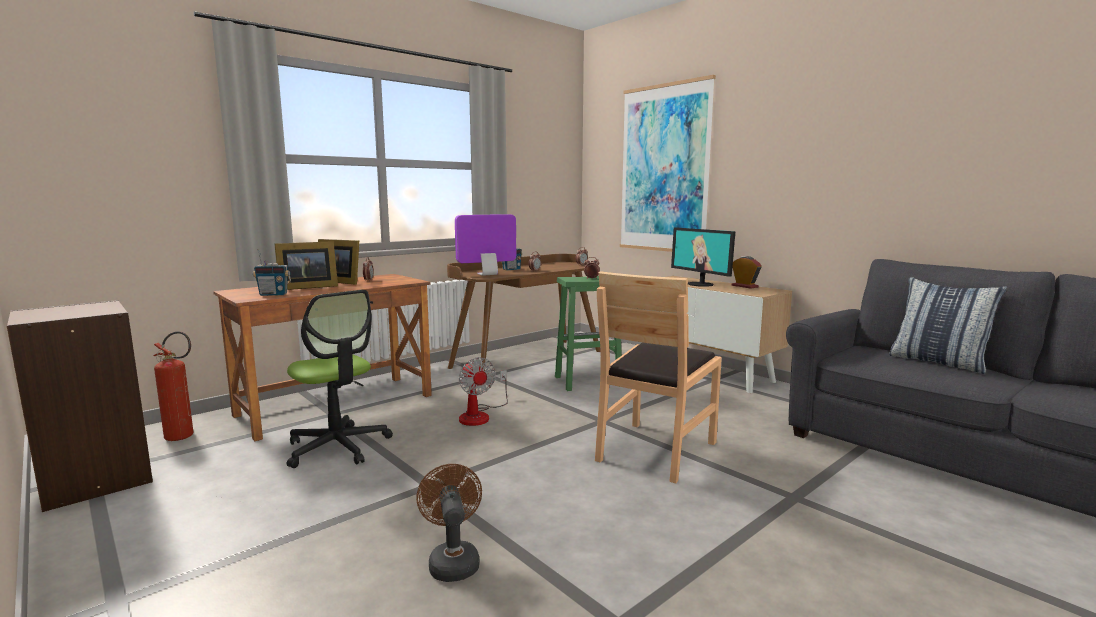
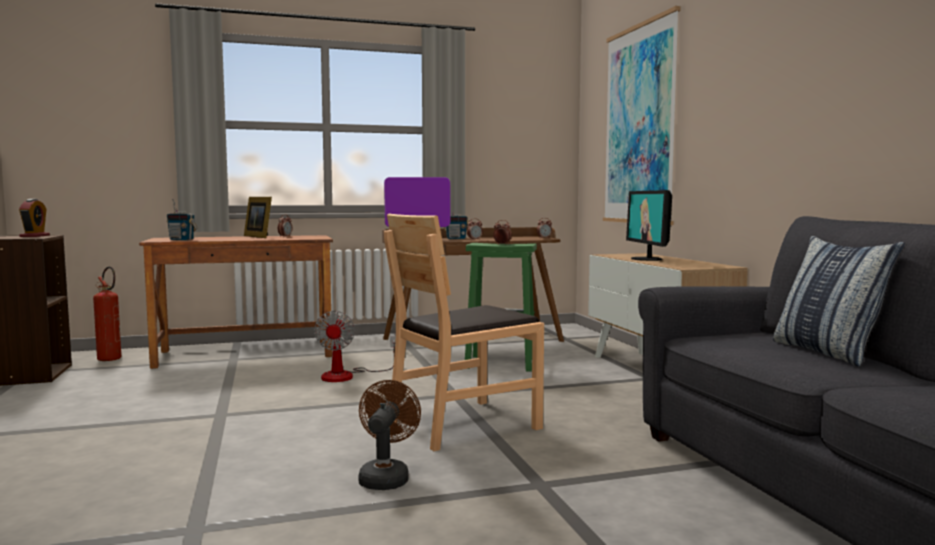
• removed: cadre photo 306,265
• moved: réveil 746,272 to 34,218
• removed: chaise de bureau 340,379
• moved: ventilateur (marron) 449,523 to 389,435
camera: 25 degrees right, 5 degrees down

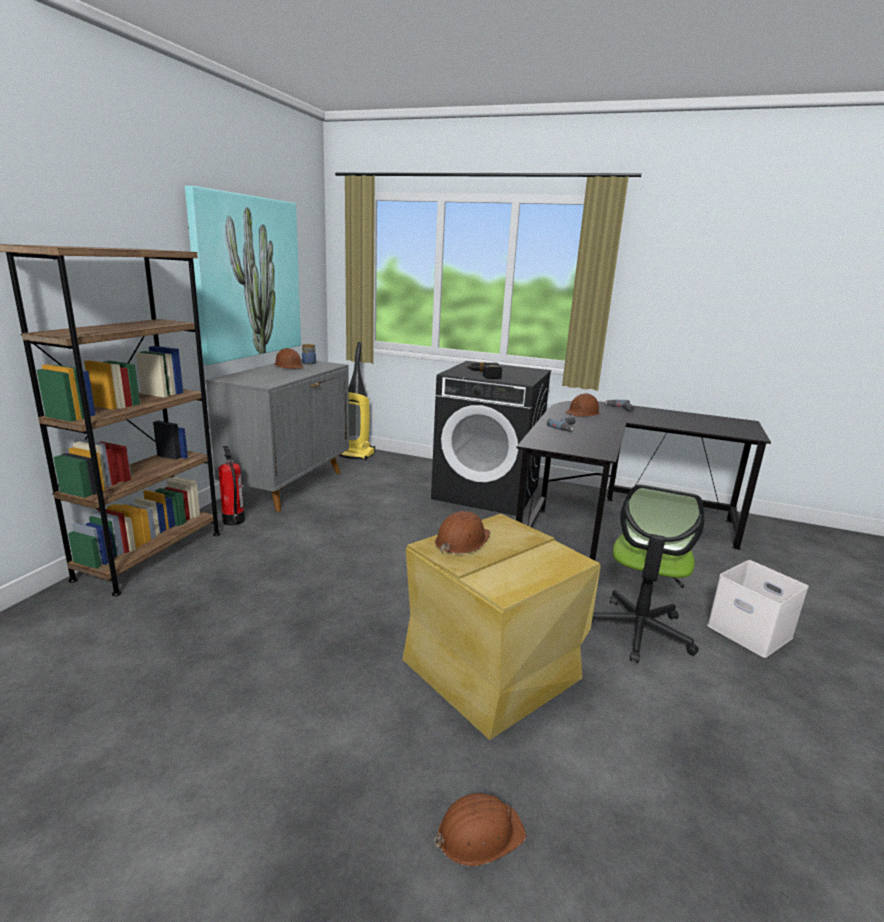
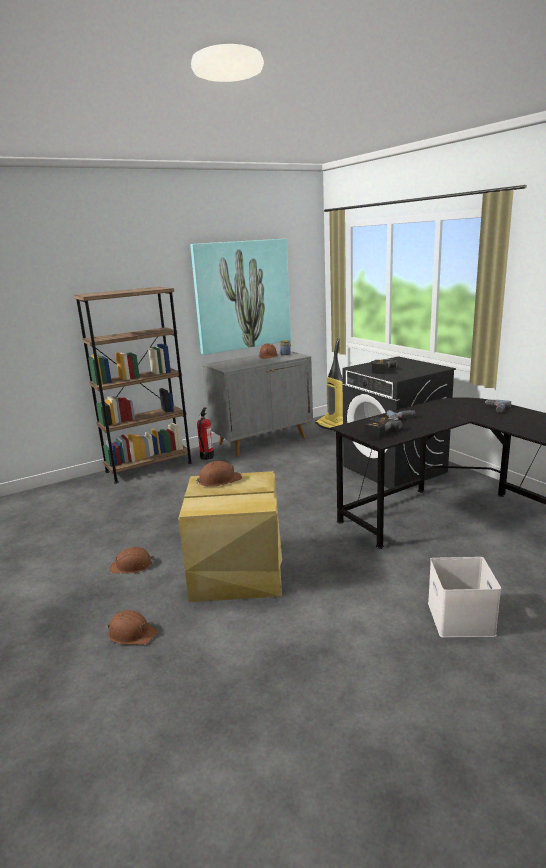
• moved: casque de chantier (marron) 582,405 to 132,560
• removed: chaise de bureau 648,573
• added: perceuse 383,427
camera: 40 degrees right, 0 degrees up

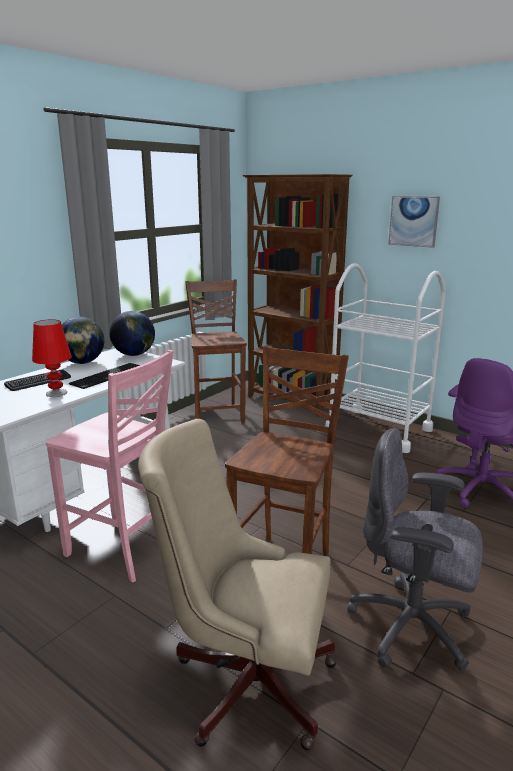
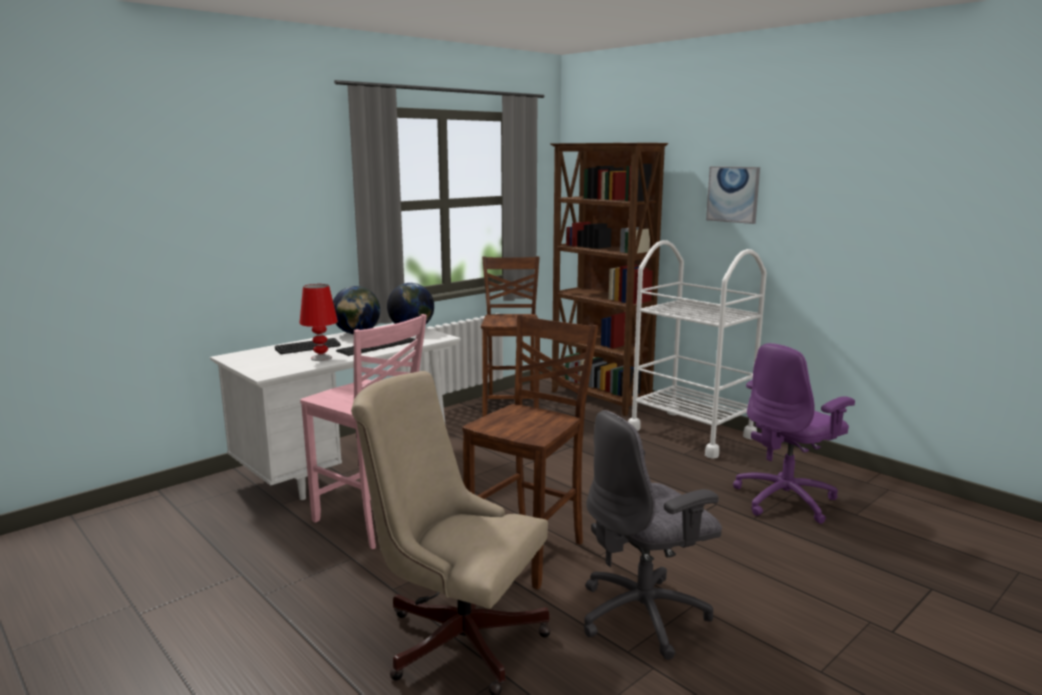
• turned: chaise de bureau (gris) 415,549 = 653,535 60 degrees counterclockwise
camera: 10 degrees right, 5 degrees down

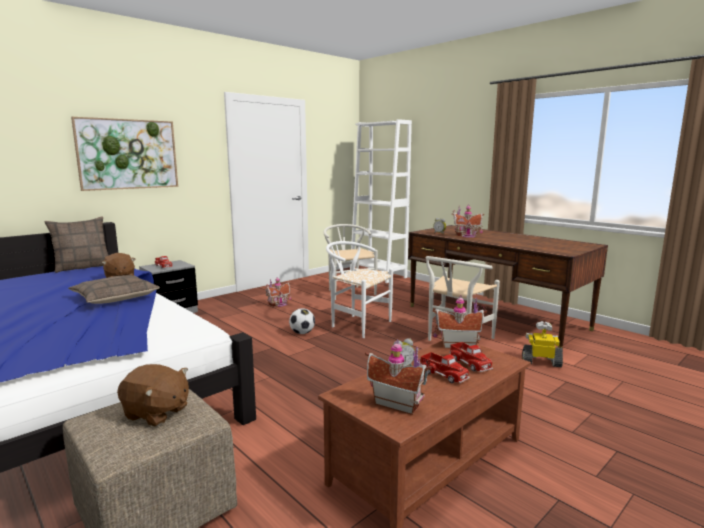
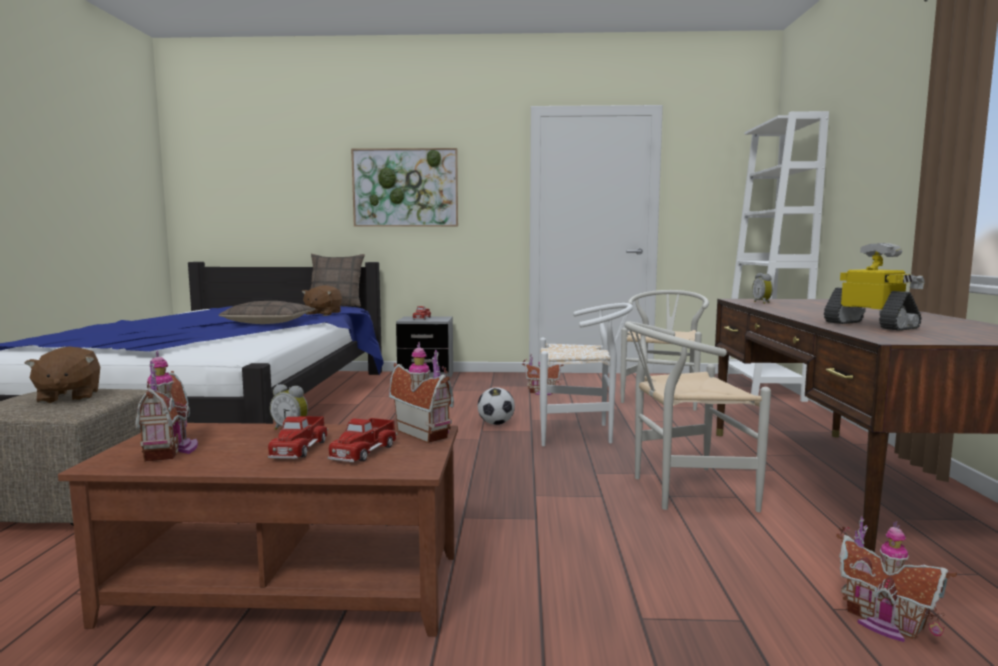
• moved: maison miniature 468,220 to 896,579
• turned: chaise (blanc) 359,289 = 586,374 105 degrees clockwise
• moved: robot jouet 542,344 to 874,287
camera: 45 degrees right, 5 degrees down

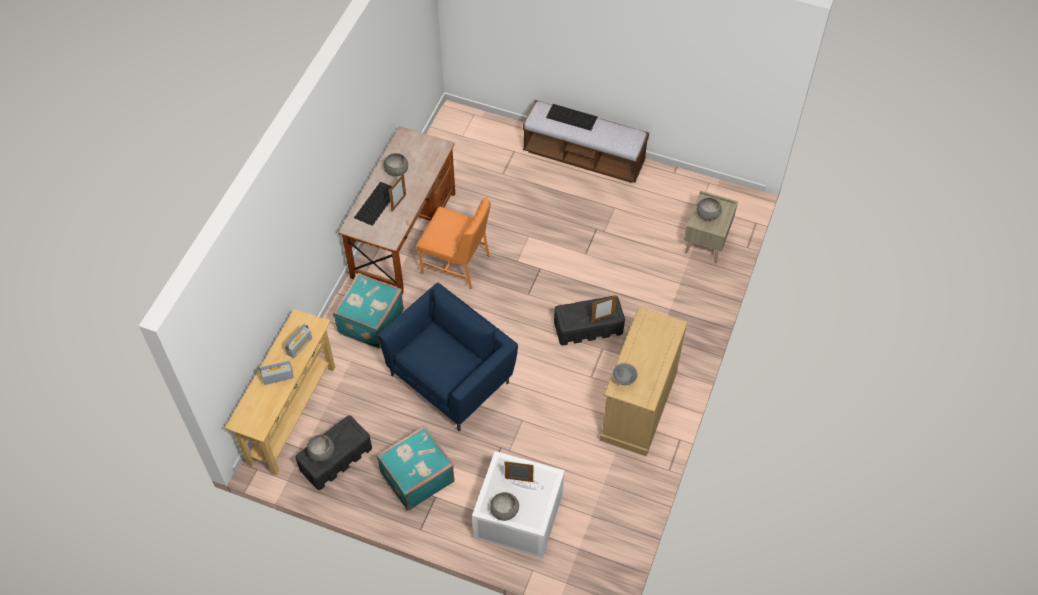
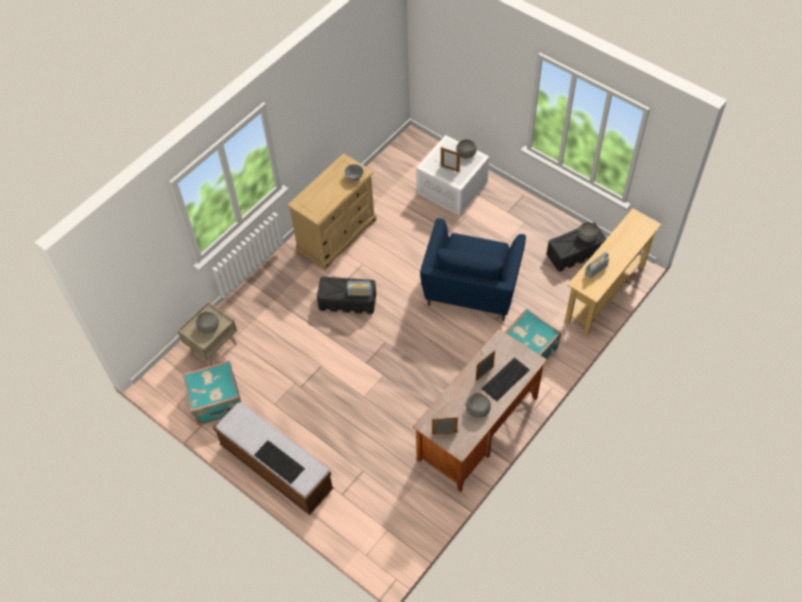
• removed: chaise (orange) 453,243
• turned: fauteuil (bleu) 448,357 = 473,269 45 degrees counterclockwise
• moved: cadre photo 604,308 to 445,426
• moved: radio 277,373 to 359,288
• moved: valise (turquoise) 415,467 to 212,393
camera: 160 degrees left, 0 degrees up

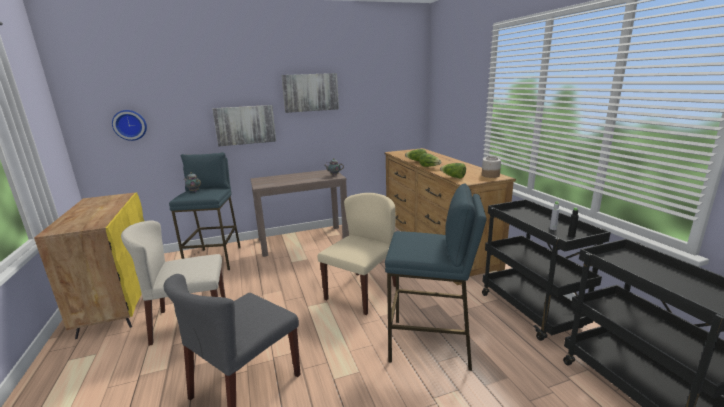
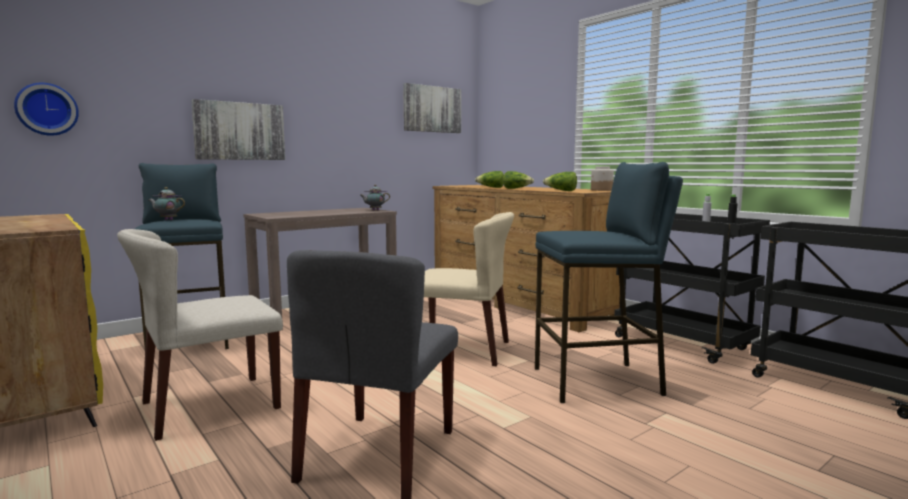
• moved: tableau 310,93 to 432,108
• turned: chaise (beige) 357,254 = 469,289 90 degrees clockwise
camera: 20 degrees left, 10 degrees down

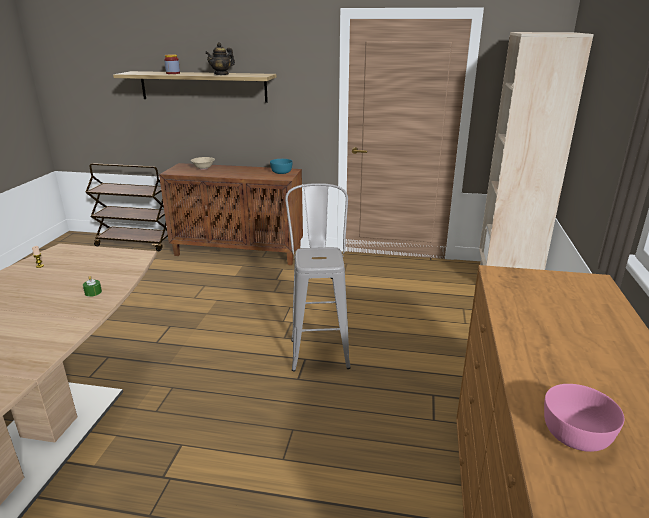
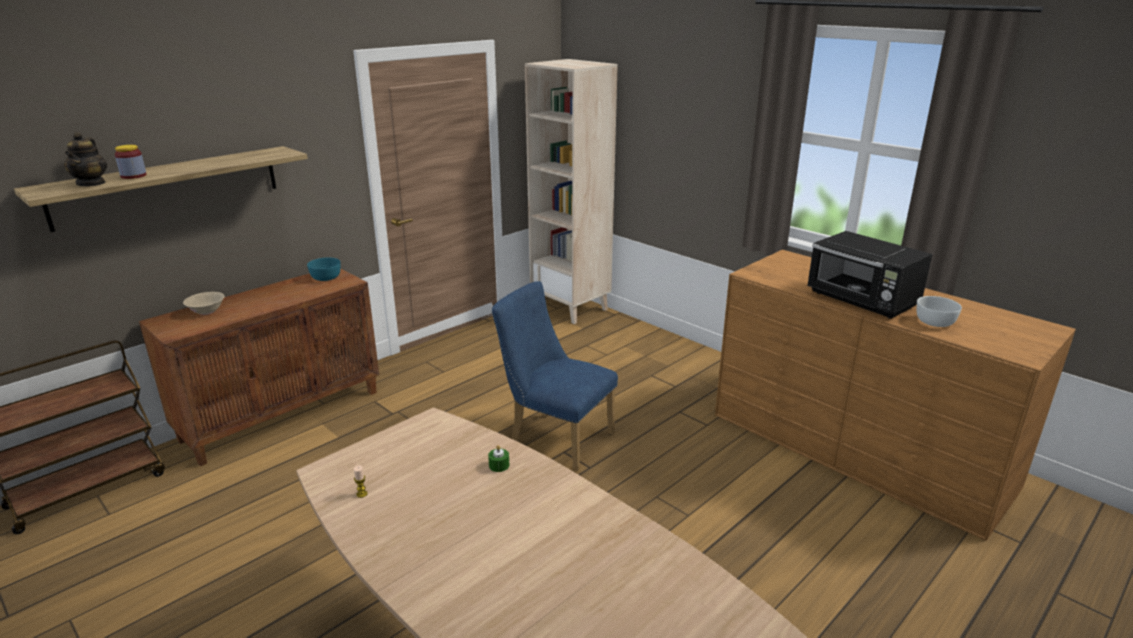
• moved: théière 220,58 to 85,159
• replaced: tabouret (gris) 318,277 to chaise (bleu) 554,376
• recoloured: bol (rose) 584,418 to bol (blanc) 939,311
• added: micro-ondes (noir) 870,275
camera: 55 degrees left, 0 degrees up

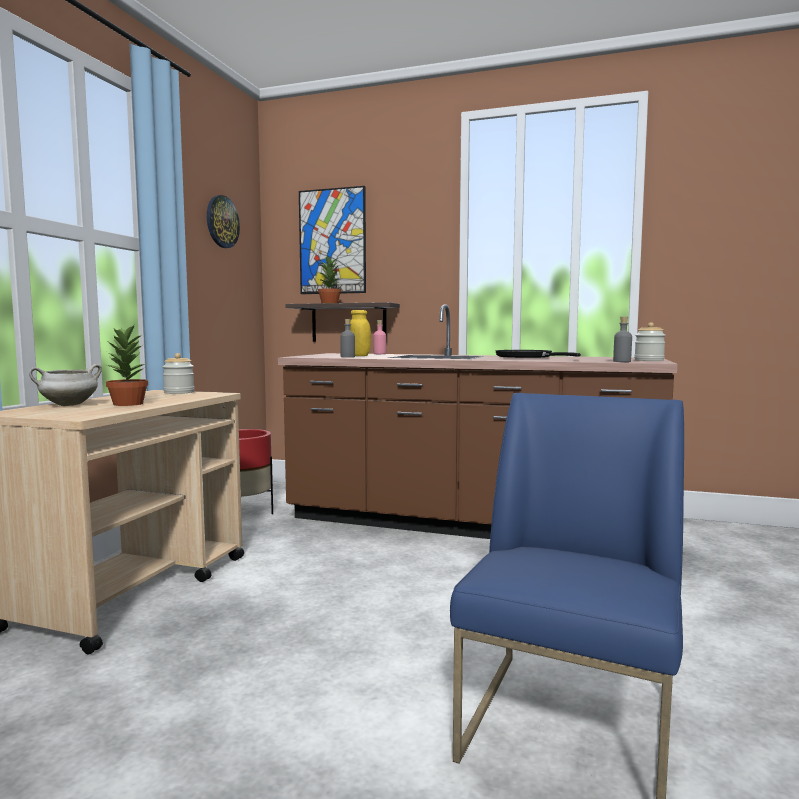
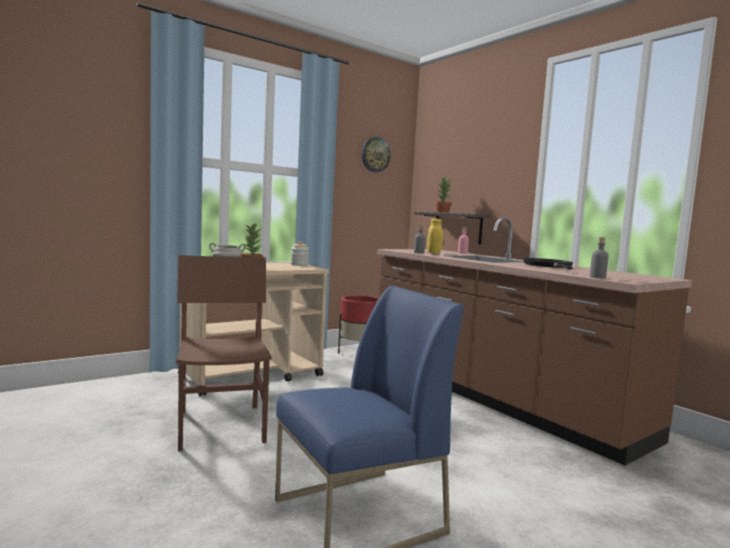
• removed: tableau 332,240
• removed: bocal 650,341
• added: chaise (marron) 224,353
camera: 35 degrees right, 0 degrees up

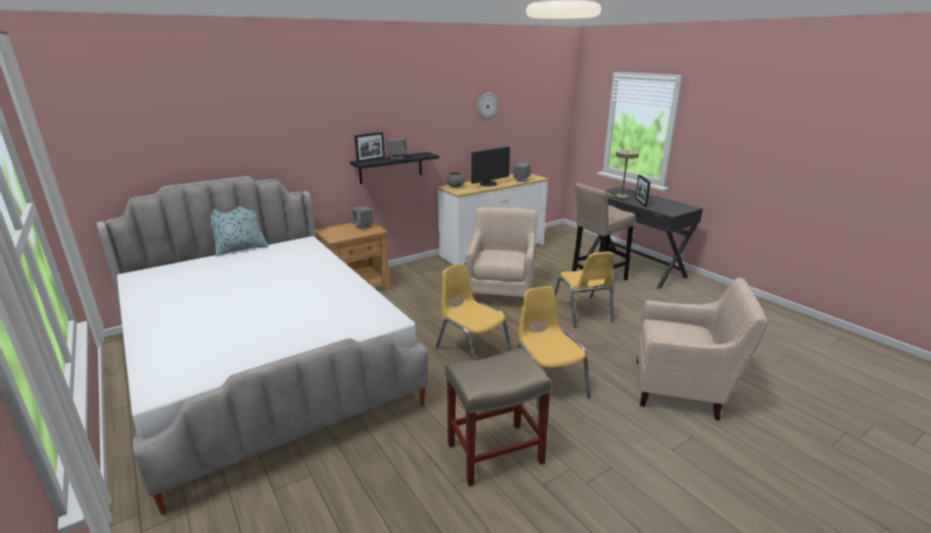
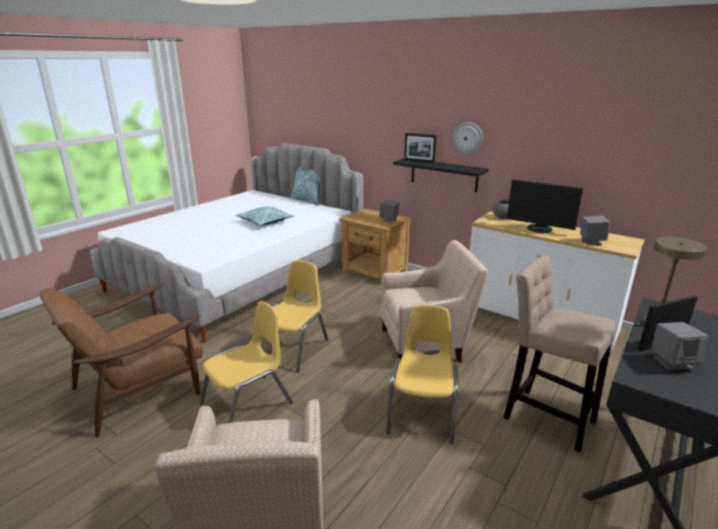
• moved: horloge murale 487,106 to 468,138
• moved: enceinte (gris) 397,148 to 680,346
• turned: chaise (jaune) 584,289 = 422,374 135 degrees clockwise
• replaced: tabouret (beige) 498,417 to fauteuil (marron) 121,359
• added: coussin 265,216
camera: 70 degrees right, 0 degrees up

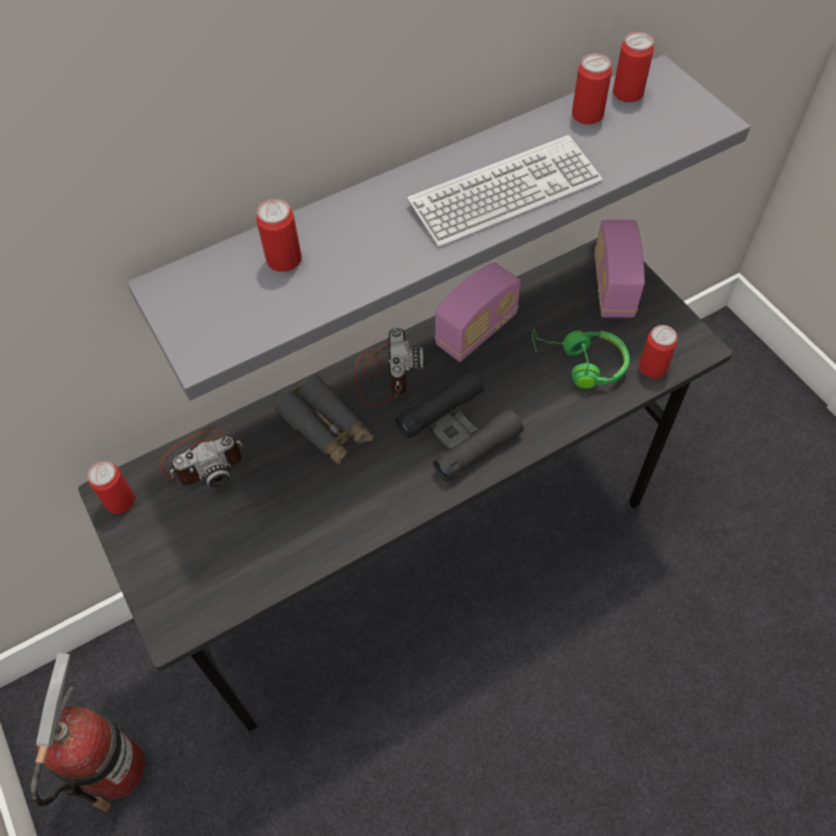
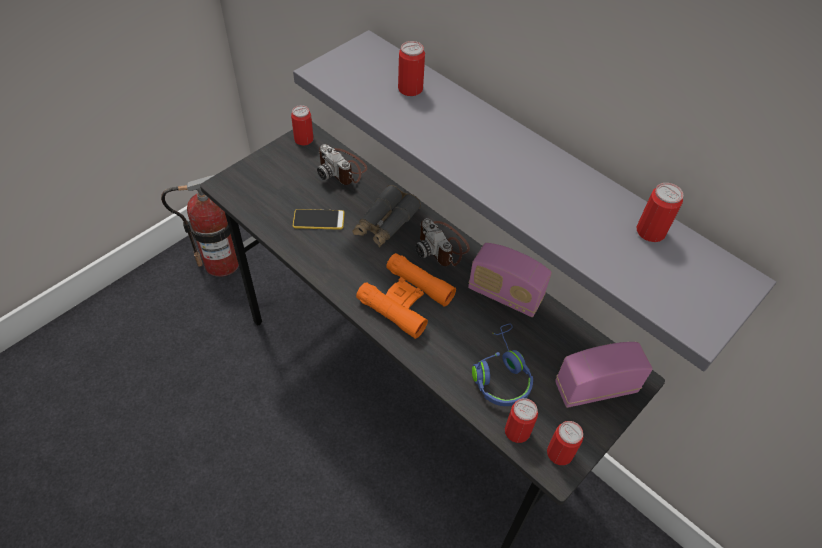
• moved: boîte métallique 633,67 to 565,443
• removed: clavier 505,191
• turned: appareil photo 389,367 = 442,242 75 degrees clockwise
• recoloured: casque audio (vert) 580,359 to casque audio (bleu) 502,365
• recoloured: jumelles (noir) 459,425 to jumelles (orange) 406,296
• added: téléphone 319,219
camera: 70 degrees right, 5 degrees down

